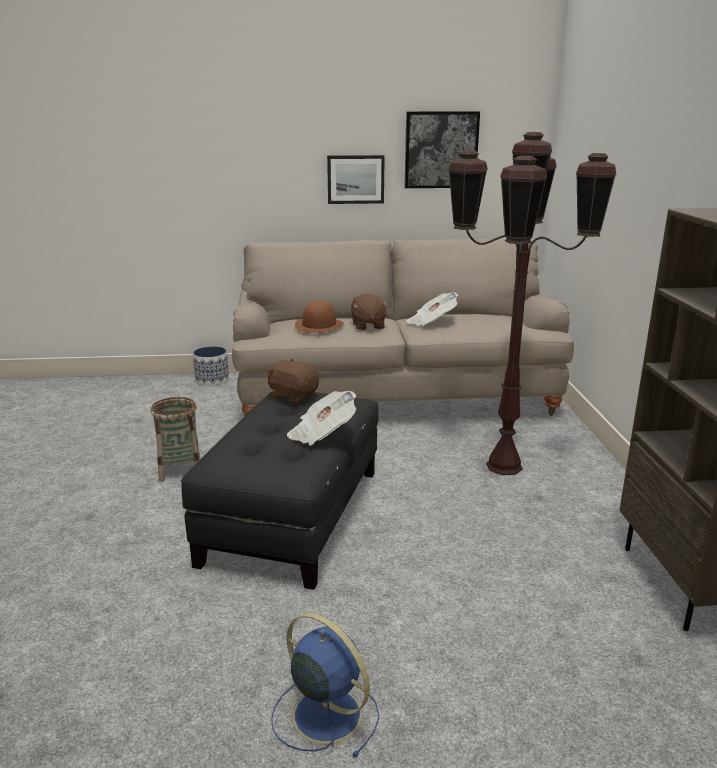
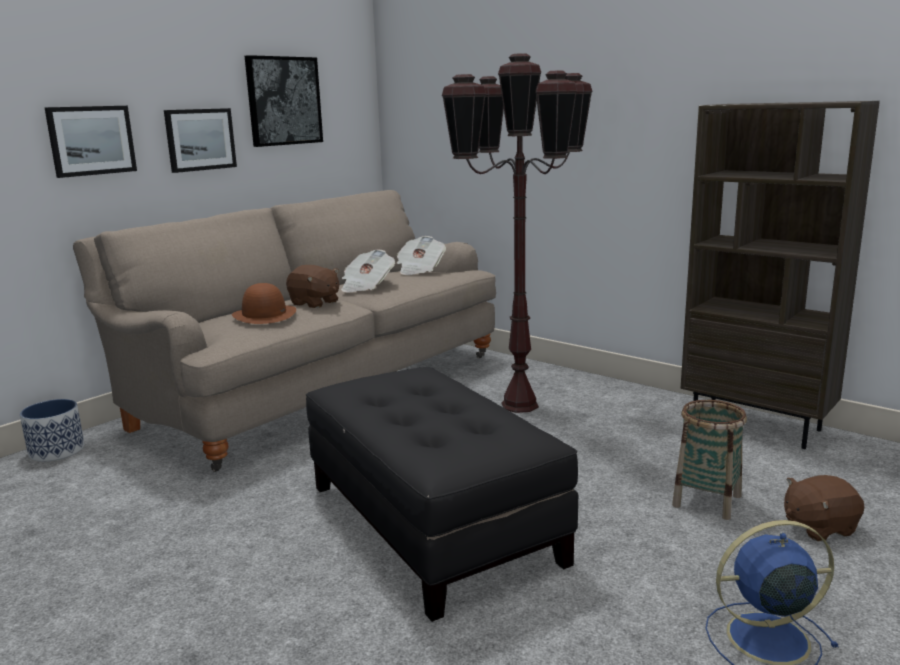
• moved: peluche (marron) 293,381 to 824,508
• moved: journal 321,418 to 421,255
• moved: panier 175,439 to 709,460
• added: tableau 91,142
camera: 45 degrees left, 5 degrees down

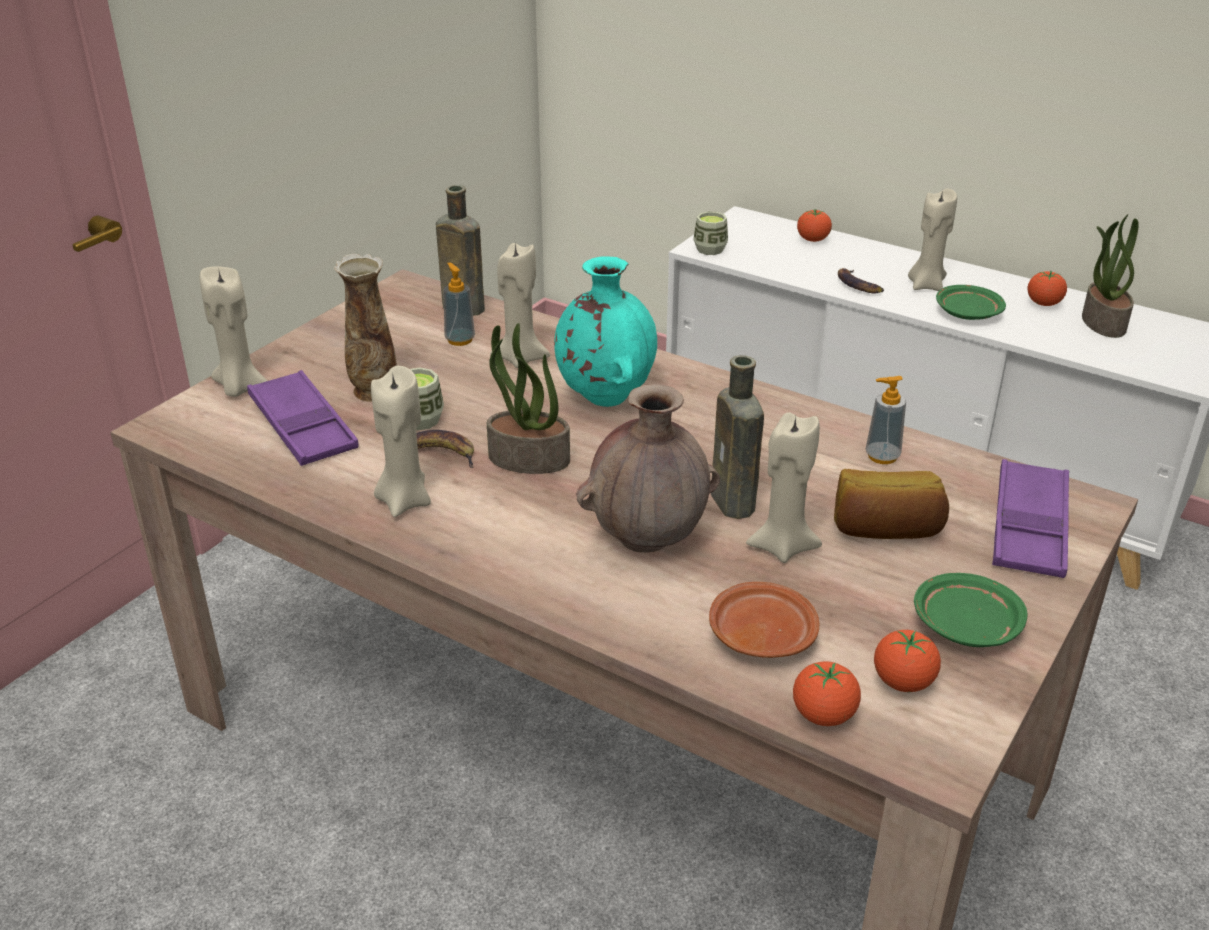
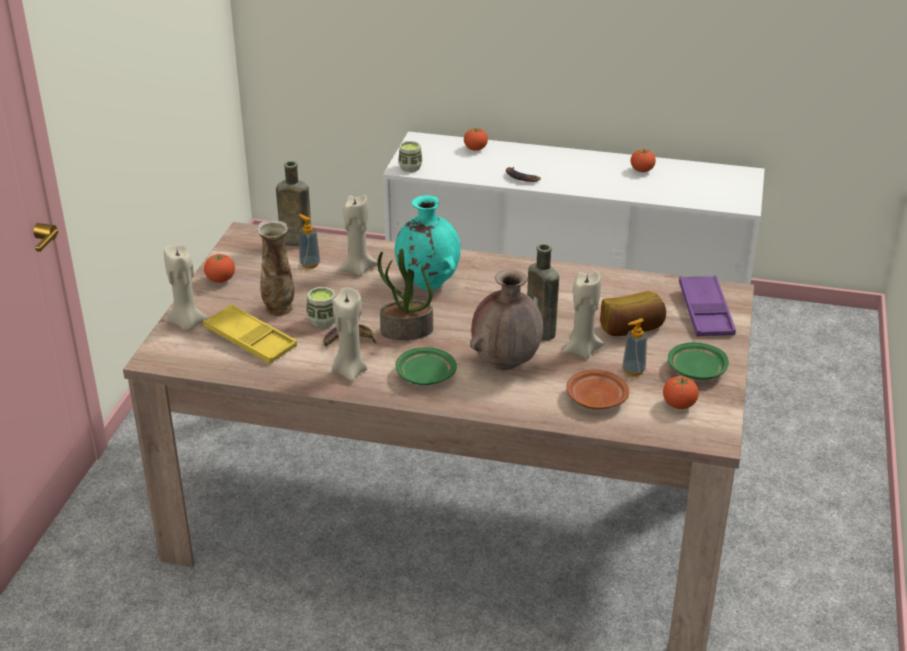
• removed: bougie (beige) 932,239
• removed: plante en pot 1110,276
• moved: assiette (vert) 971,302 to 426,366
• recoloured: plateau (violet) 303,418 to plateau (jaune) 250,334
• moved: distributeur de savon 886,420 to 635,347
• moved: tomate 827,693 to 219,268
camera: 20 degrees left, 0 degrees up

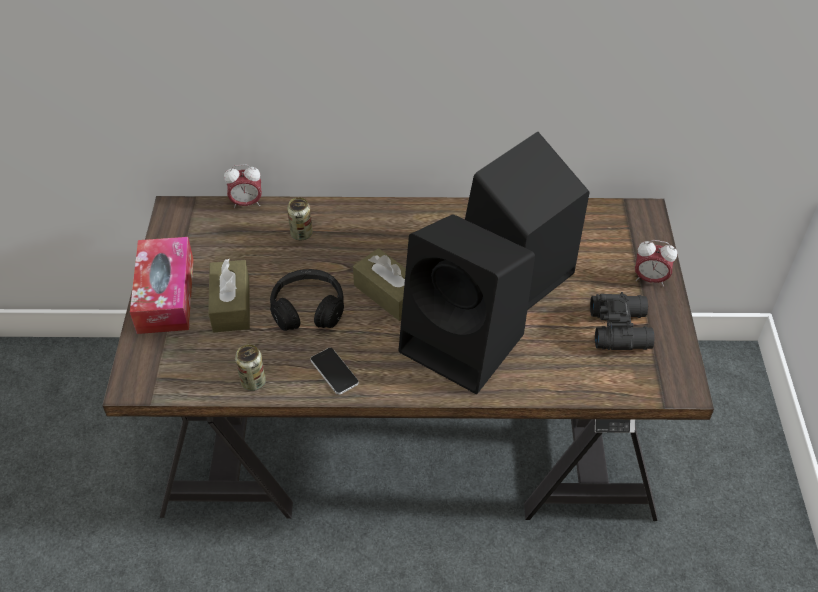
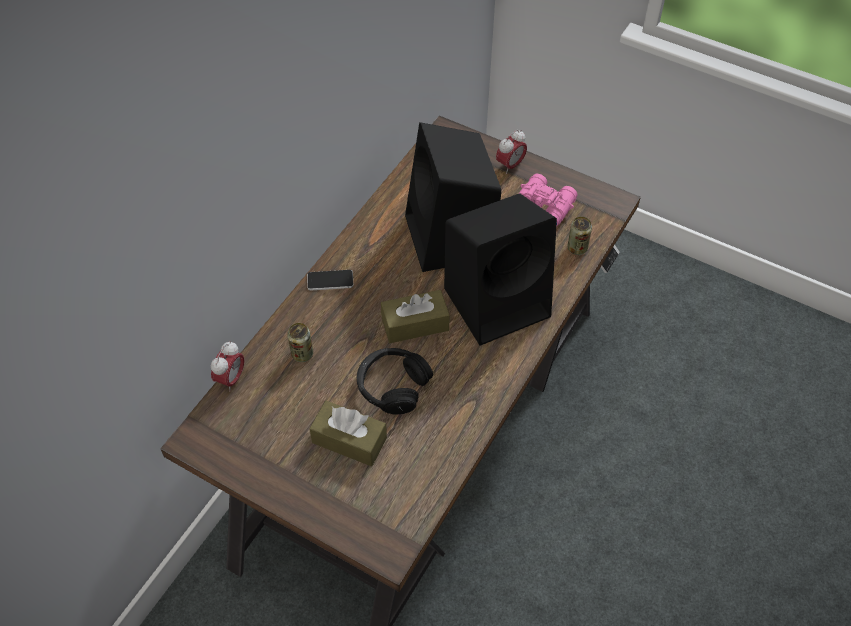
• removed: boîte à mouchoirs 161,285
• recoloured: jumelles (noir) 622,321 to jumelles (rose) 548,200
• moved: boîte métallique 250,367 to 580,236
• moved: téléphone 334,371 to 330,280
camera: 60 degrees left, 5 degrees up

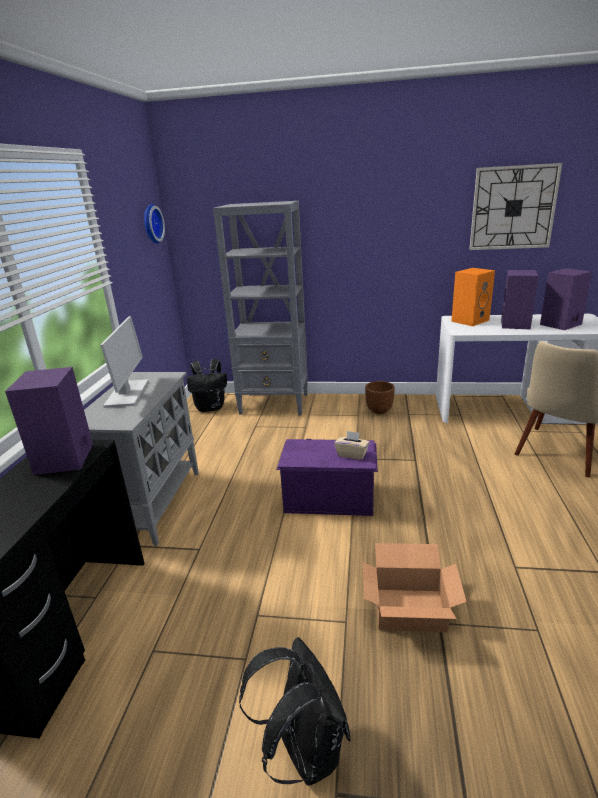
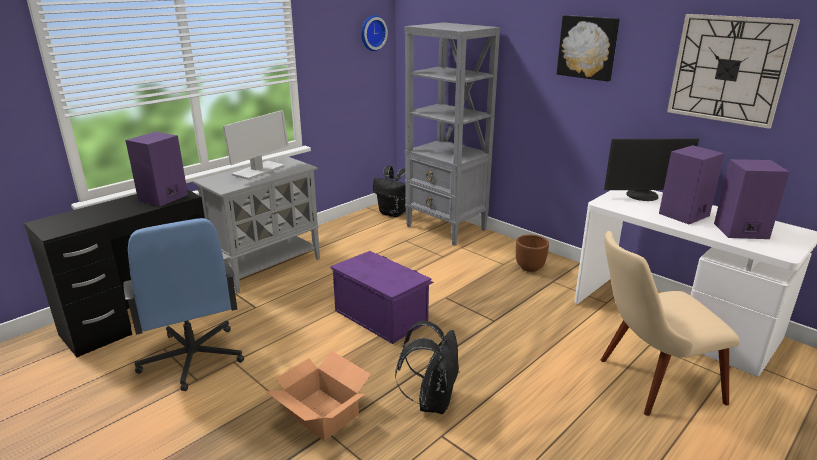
• replaced: enceinte (orange) 473,297 to écran d'ordinateur 651,170
• removed: boîte à mouchoirs (beige) 352,445
• moved: sac à dos (noir) 294,711 to 427,367
• added: tableau 588,48
• added: chaise de bureau (bleu) 183,304
camera: 35 degrees right, 0 degrees up

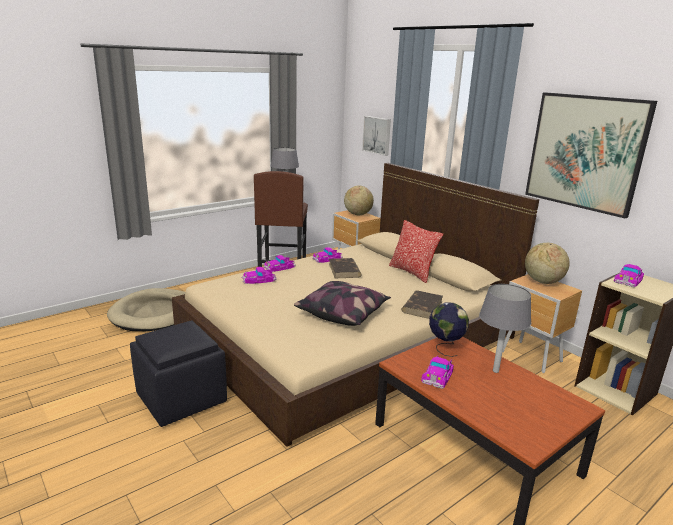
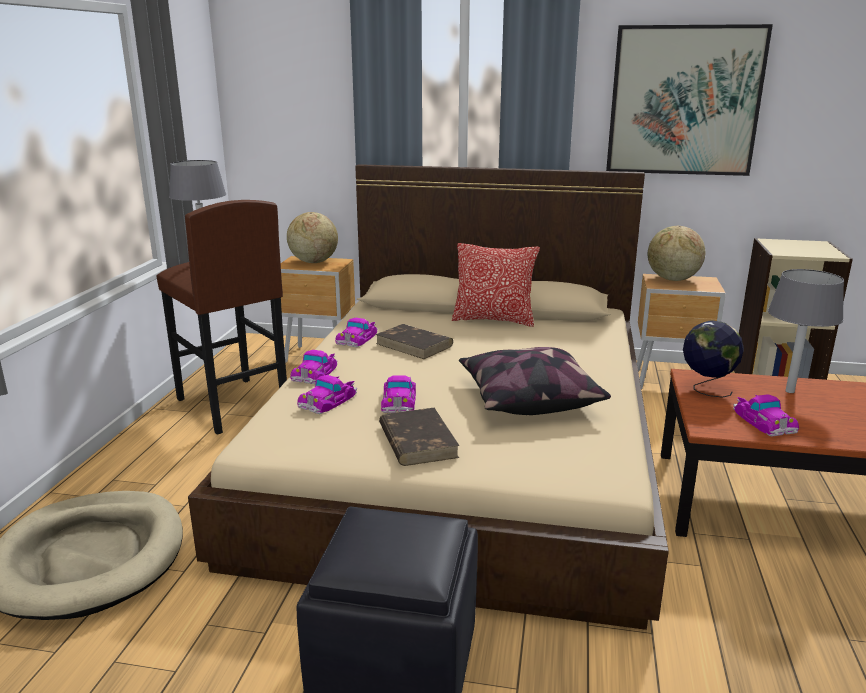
• removed: tableau 376,136
• moved: petite voiture 629,275 to 398,394
• moved: livre (marron) 422,304 to 419,437
camera: 40 degrees left, 0 degrees up

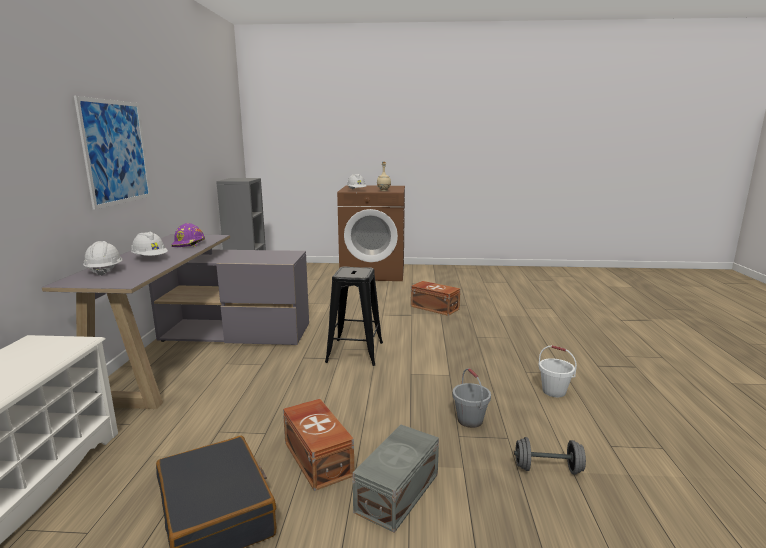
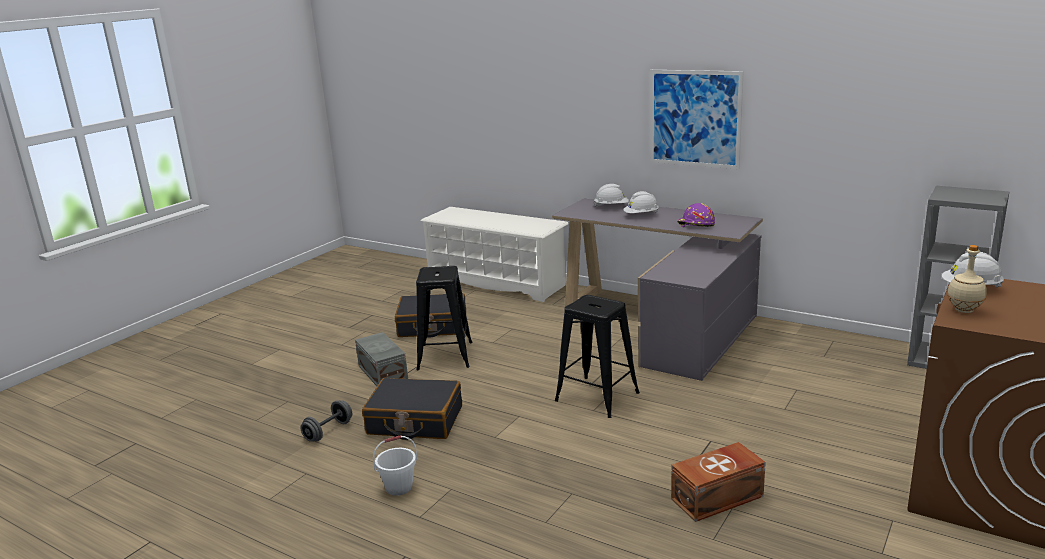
• replaced: seau (gris) 472,398 to valise (noir) 412,409
• replaced: boîte de rangement (marron) 318,445 to tabouret (noir) 444,318
camera: 120 degrees right, 5 degrees up

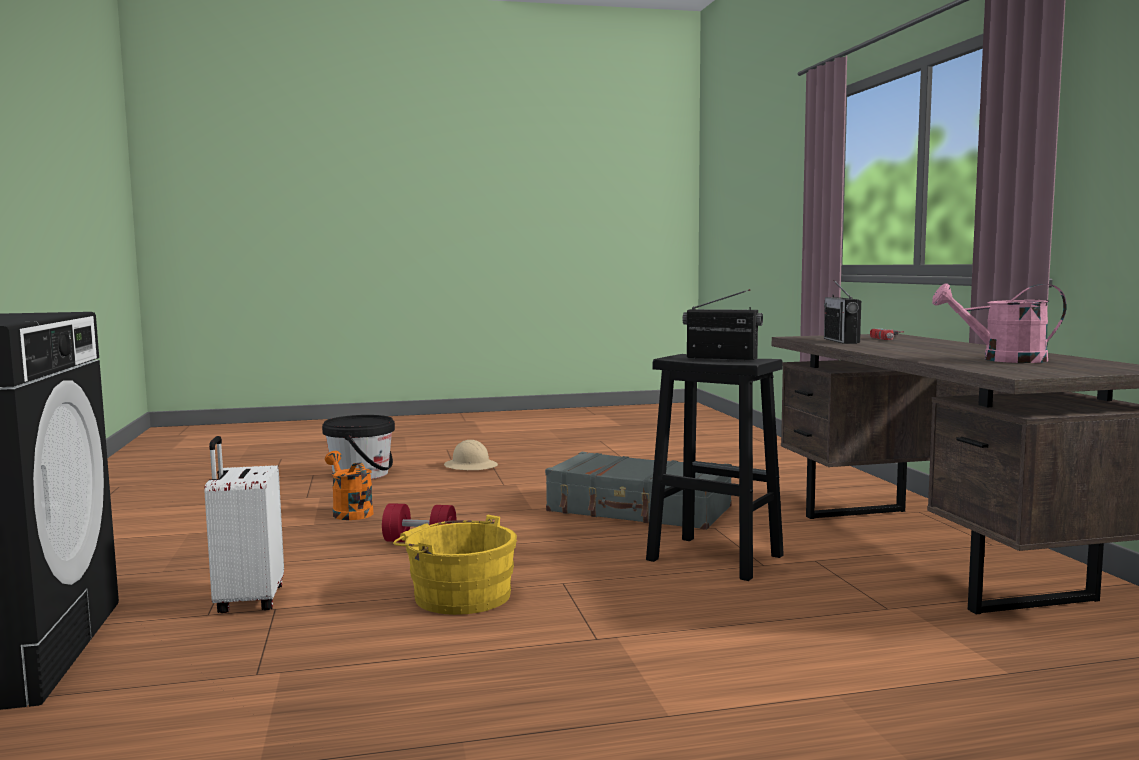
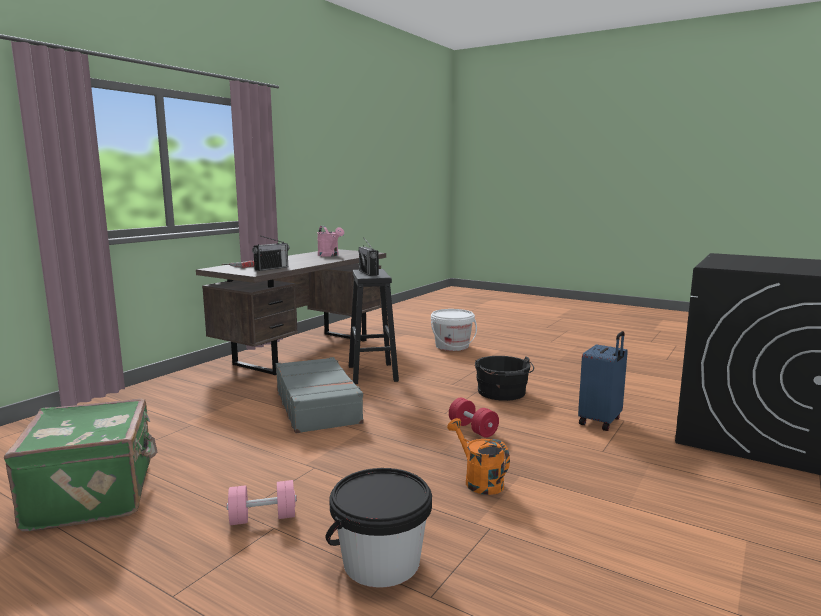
• recoloured: valise (blanc) 244,524 to valise (bleu) 603,381
• replaced: casque de chantier (beige) 471,455 to haltère (rose) 262,502
• turned: arrosoir (orange) 349,485 = 478,456 135 degrees clockwise
• recoloured: seau (jaune) 455,565 to seau (noir) 504,378
• added: seau (blanc) 454,330
• added: valise (vert) 80,464
camera: 135 degrees left, 5 degrees up

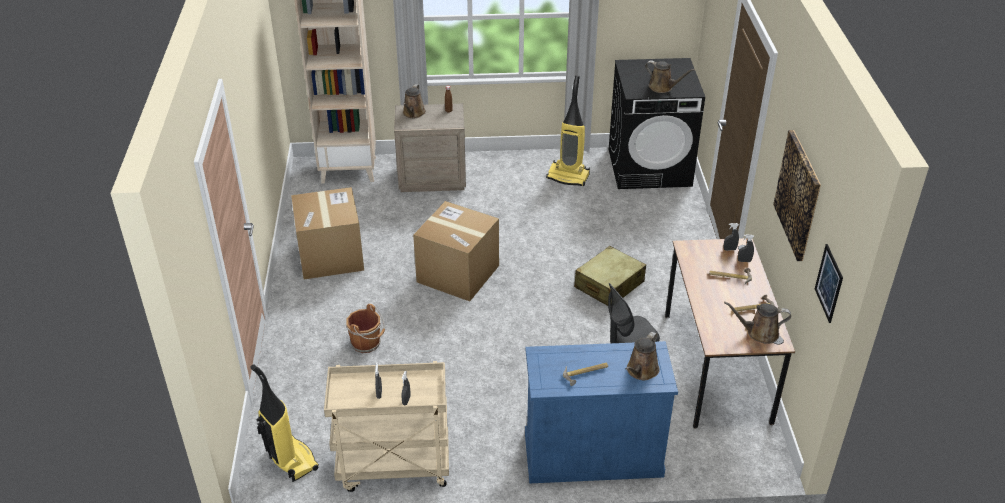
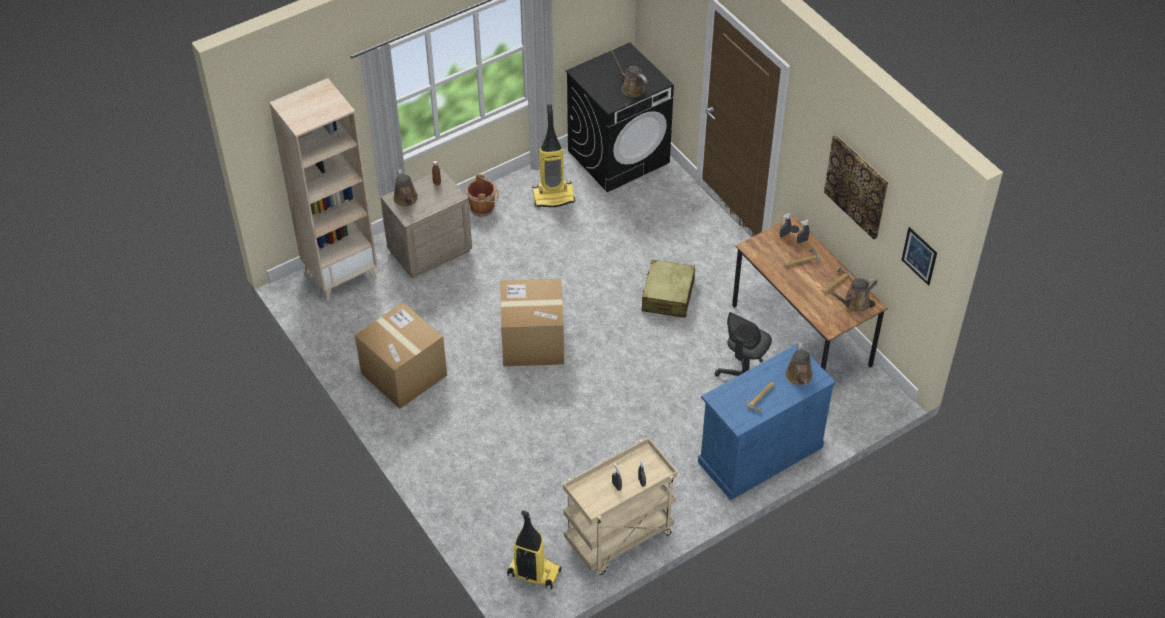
• turned: arrosoir (marron) 670,76 = 629,73 135 degrees counterclockwise
• moved: seau (marron) 365,328 to 482,195
camera: 30 degrees left, 10 degrees up

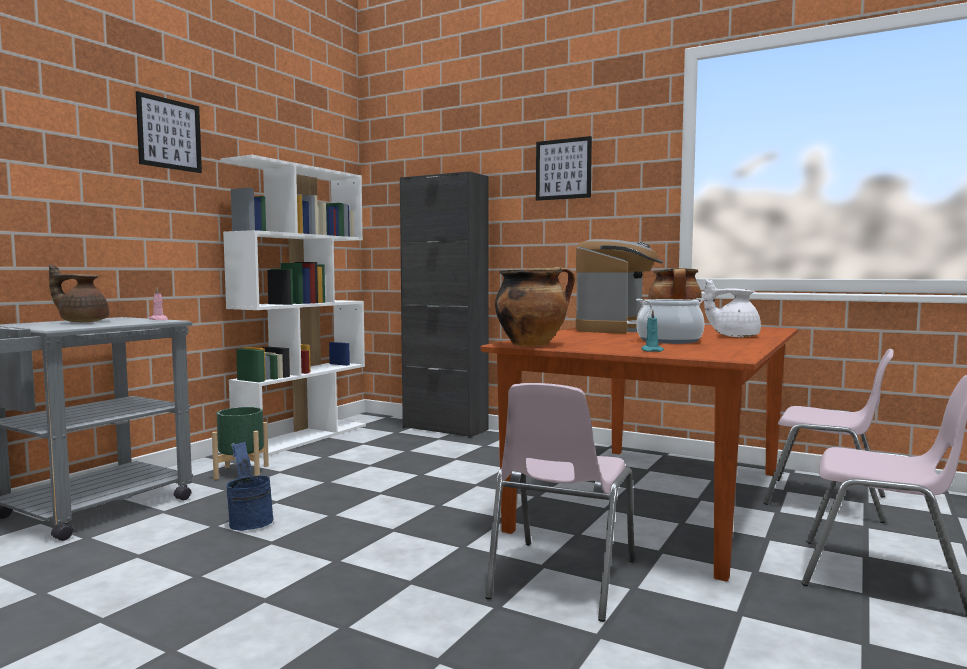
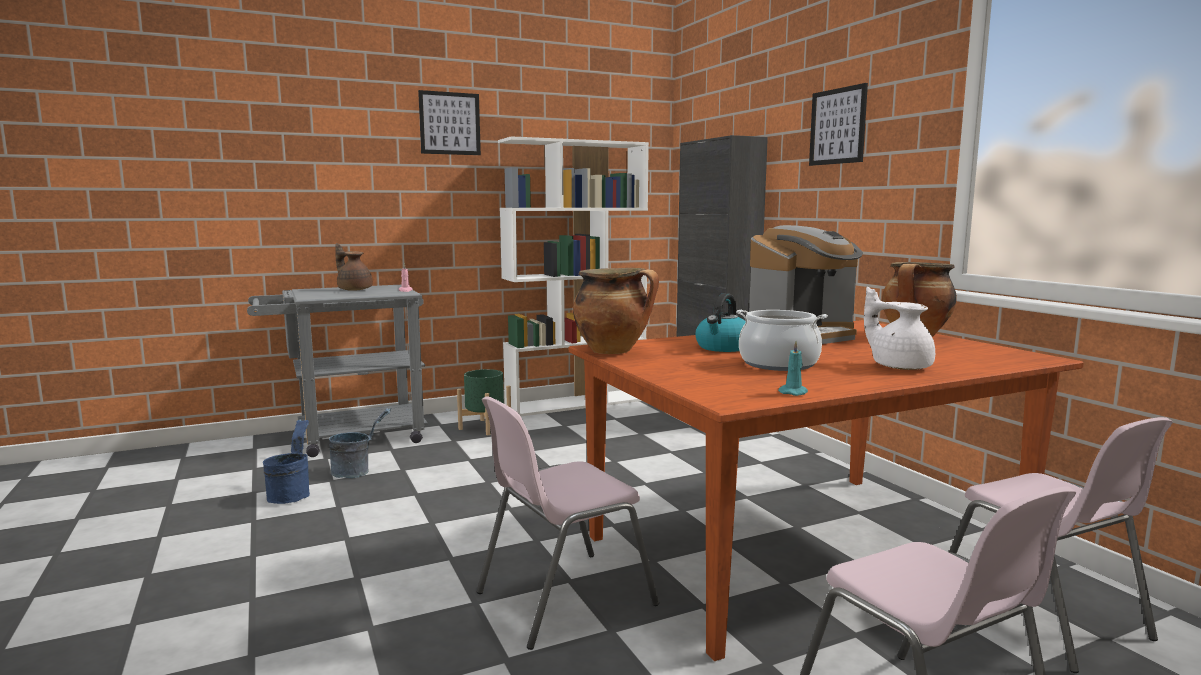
• moved: bougie (turquoise) 652,331 to 793,368
• moved: seau (bleu) 250,486 to 286,461
• added: bouilloire 720,322
• added: seau (gris) 360,443
camera: 35 degrees right, 5 degrees up

